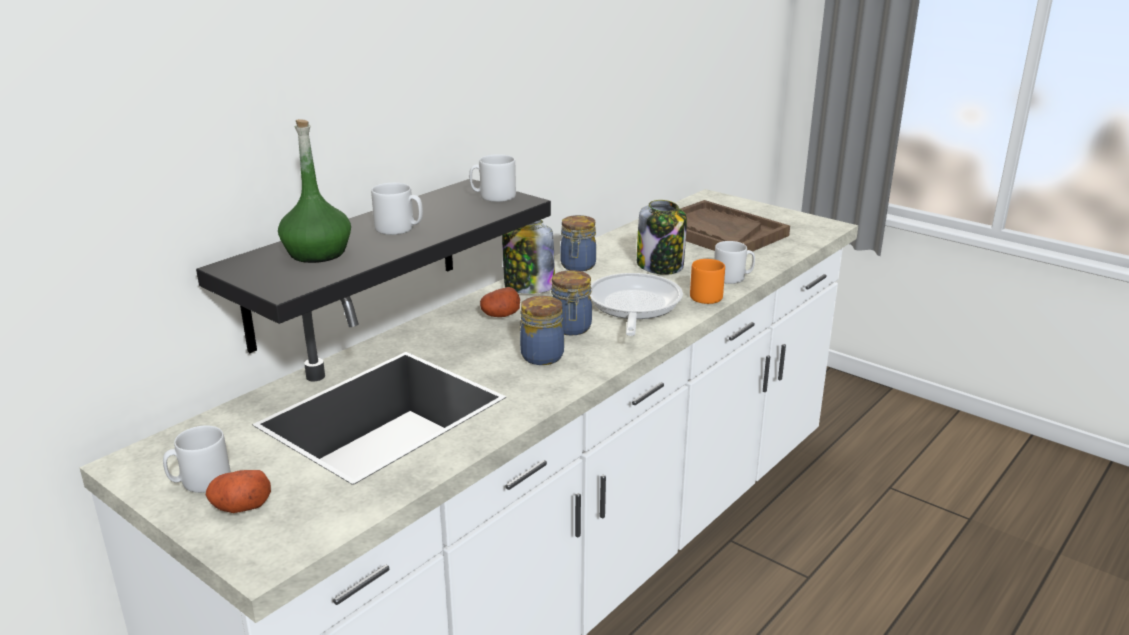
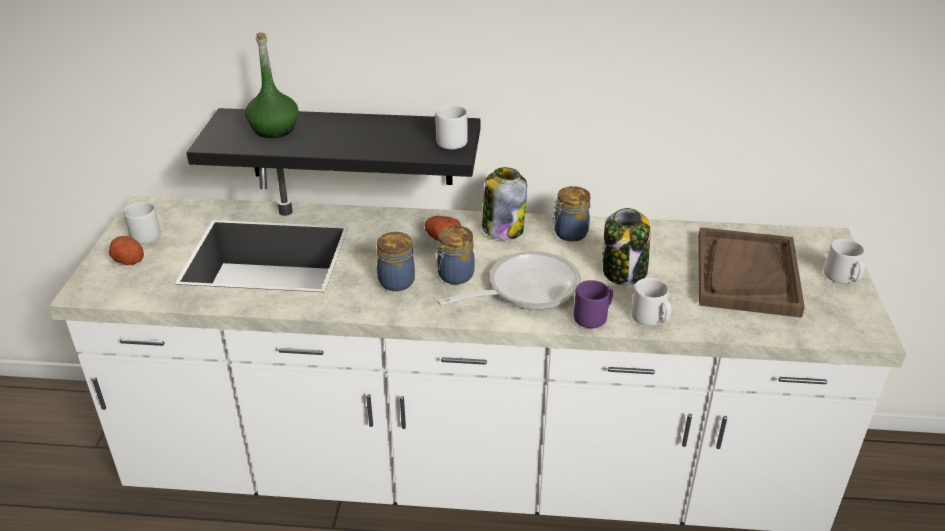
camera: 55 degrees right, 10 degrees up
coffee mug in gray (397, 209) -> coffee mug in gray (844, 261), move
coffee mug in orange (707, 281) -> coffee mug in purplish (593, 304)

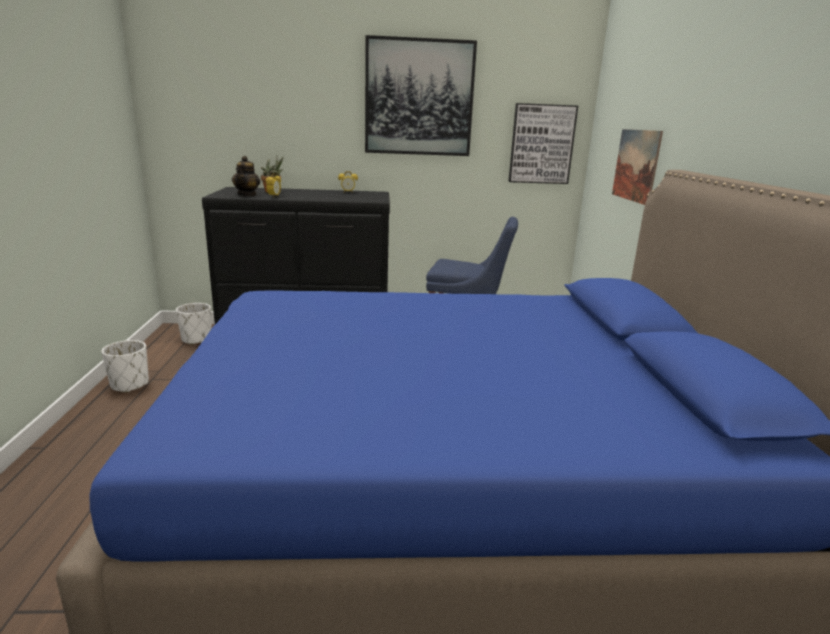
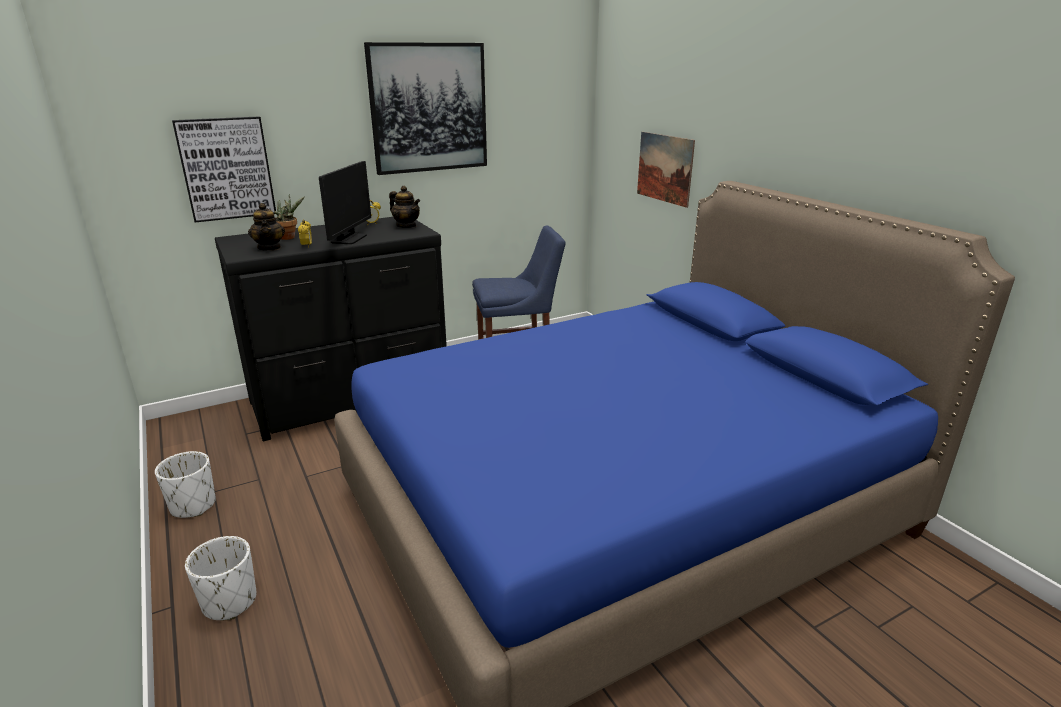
camera: 25 degrees left, 5 degrees up
planter in whitish (194, 324) -> planter in whitish (221, 578), move
picture (543, 143) -> picture (224, 169), move
none -> computer display (345, 202)
none -> pot for tea (404, 207)

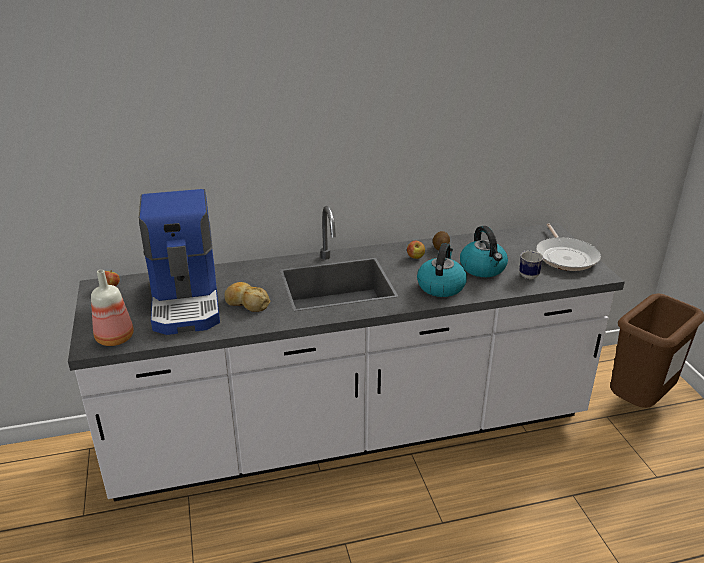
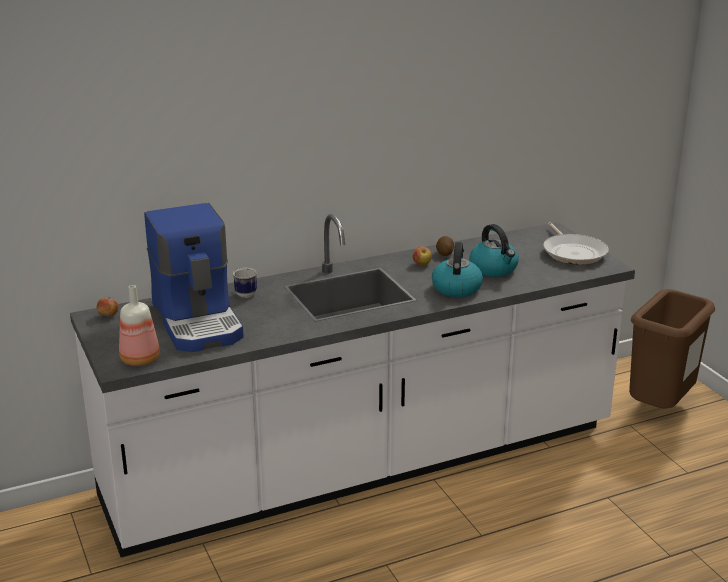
camera: 10 degrees left, 5 degrees down
bread (248, 297) -> none
coffee mug (531, 265) -> coffee mug (245, 283), move

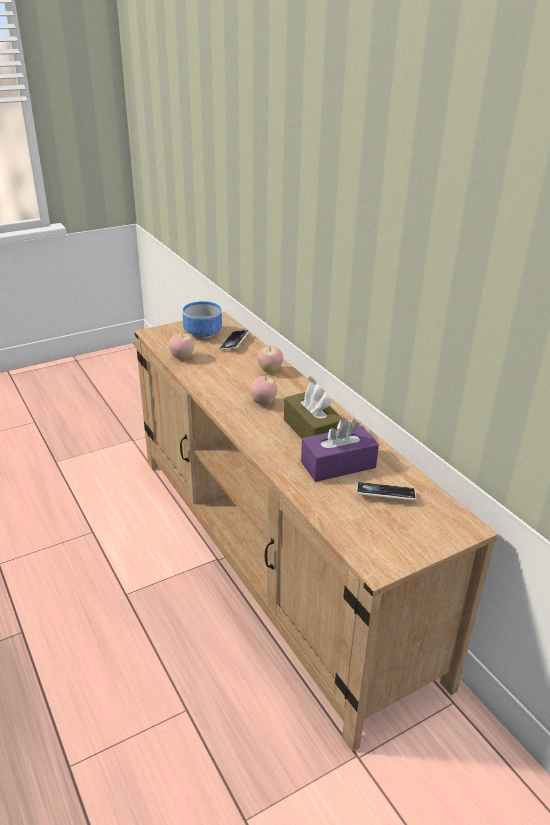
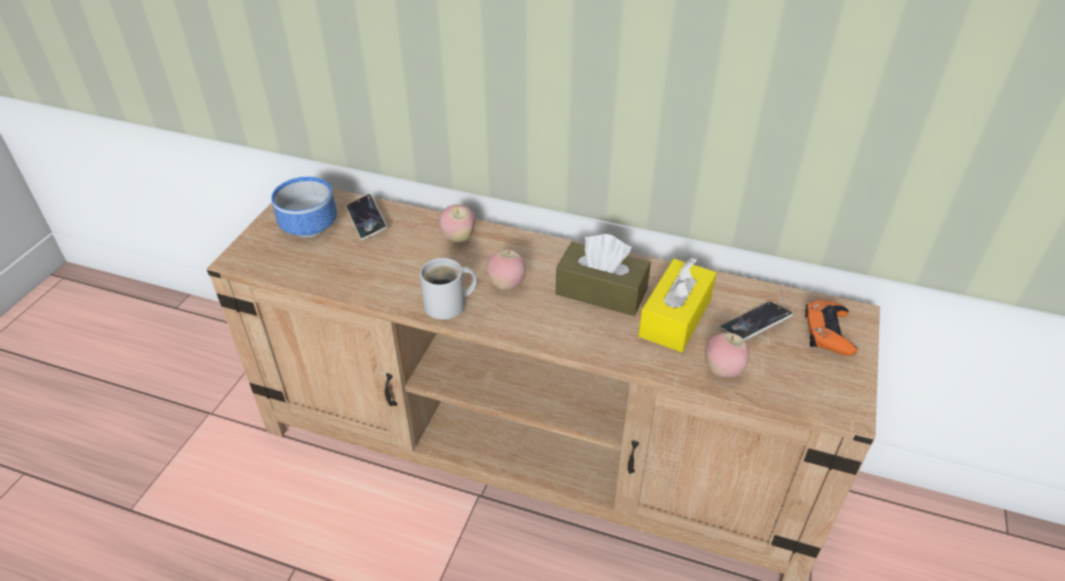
camera: 40 degrees left, 10 degrees up
apple (181, 346) -> apple (727, 355), move
box of tissues in purplish (340, 450) -> box of tissues in yellow (677, 304)
none -> coffee mug in whitish (448, 289)
none -> gamepad in orange (831, 328)

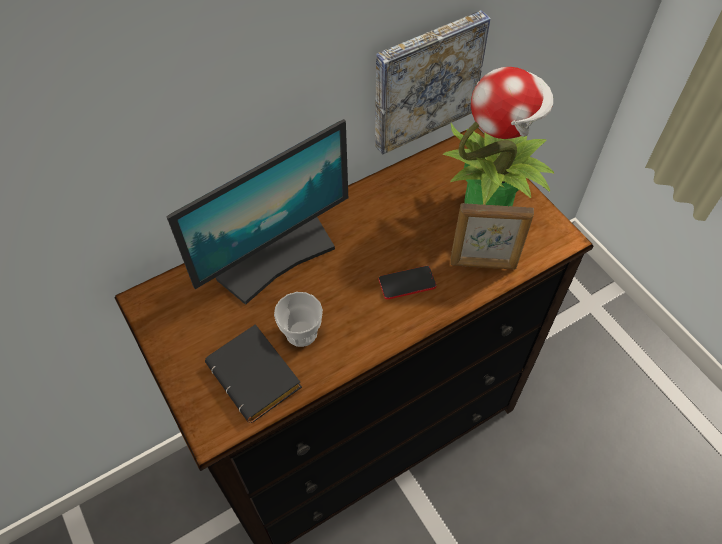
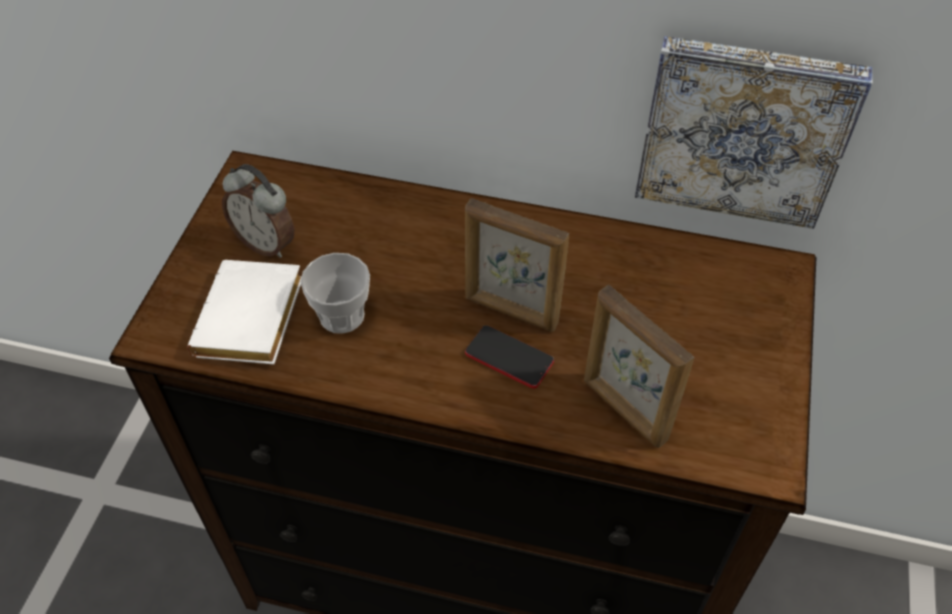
camera: 45 degrees right, 5 degrees down
computer display (257, 212) -> none
volume in black (253, 373) -> volume in whitish (244, 312)
potted plant (498, 136) -> none
none -> bedside clock (258, 211)
none -> photo frame (517, 265)

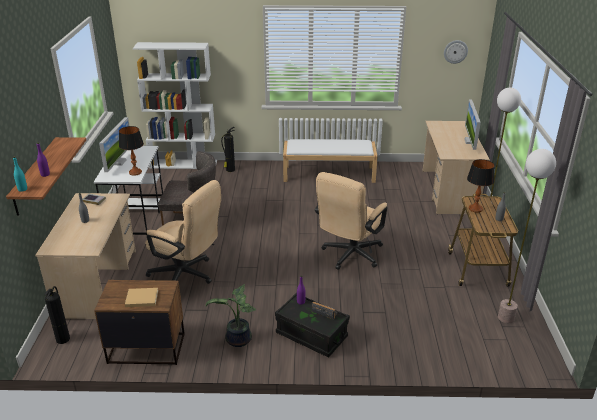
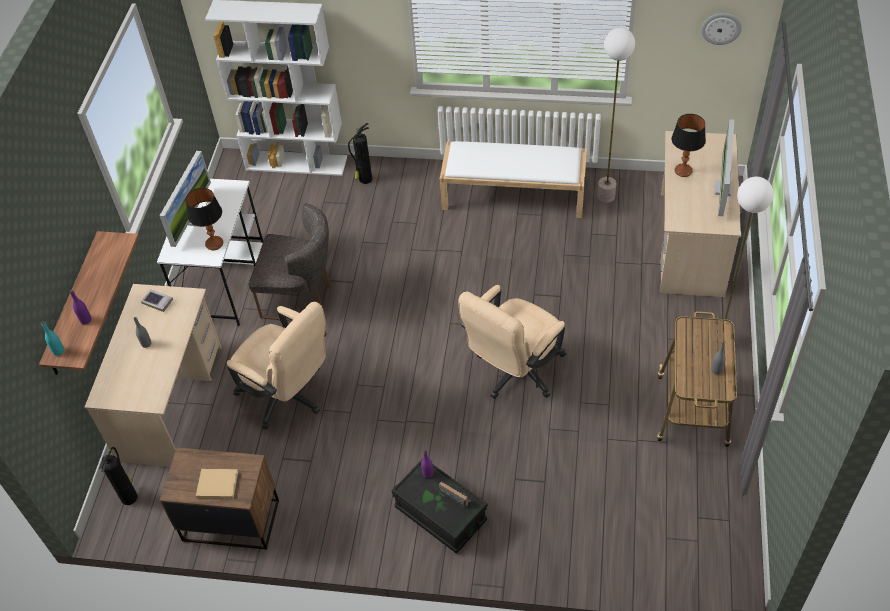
camera: 10 degrees right, 20 degrees up
potted plant (231, 315) -> none
table lamp (480, 185) -> table lamp (689, 145), move
standing lamp (527, 236) -> standing lamp (616, 115), move

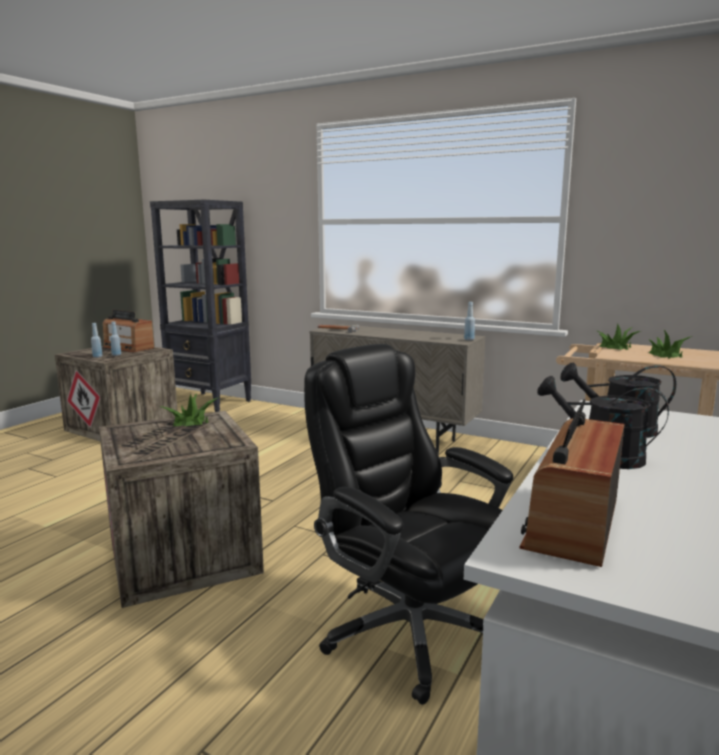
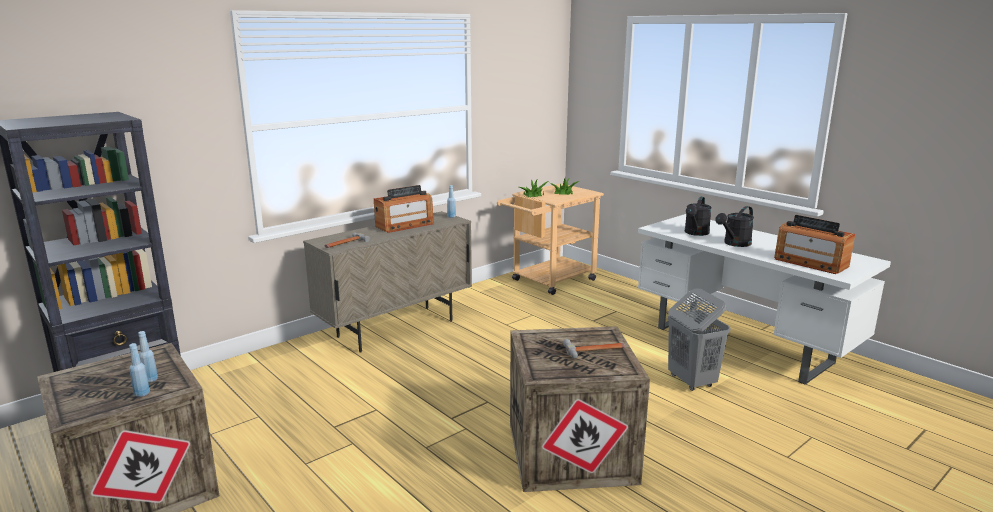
camera: 70 degrees left, 5 degrees up
radio receiver (128, 331) -> radio receiver (404, 209), move
potted plant (190, 409) -> none
computer chair in black (408, 524) -> laundry basket in gray (699, 339)
none -> hammer (594, 349)

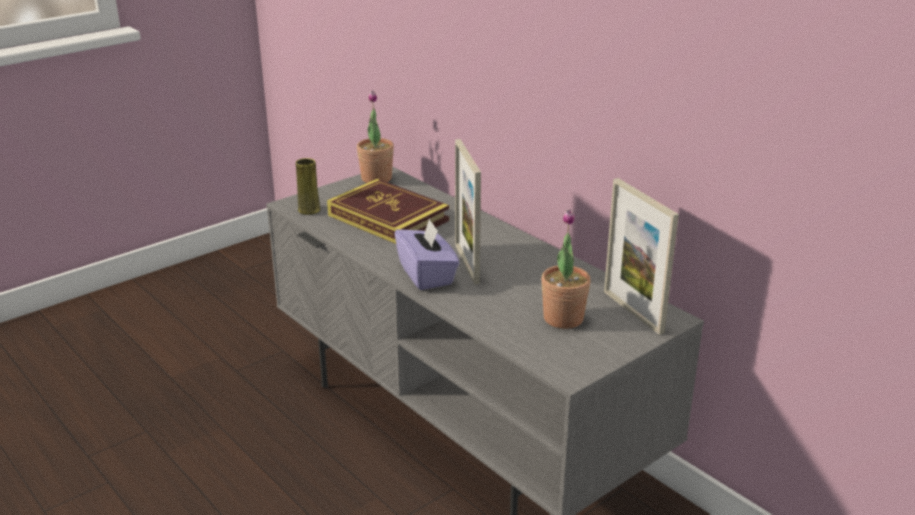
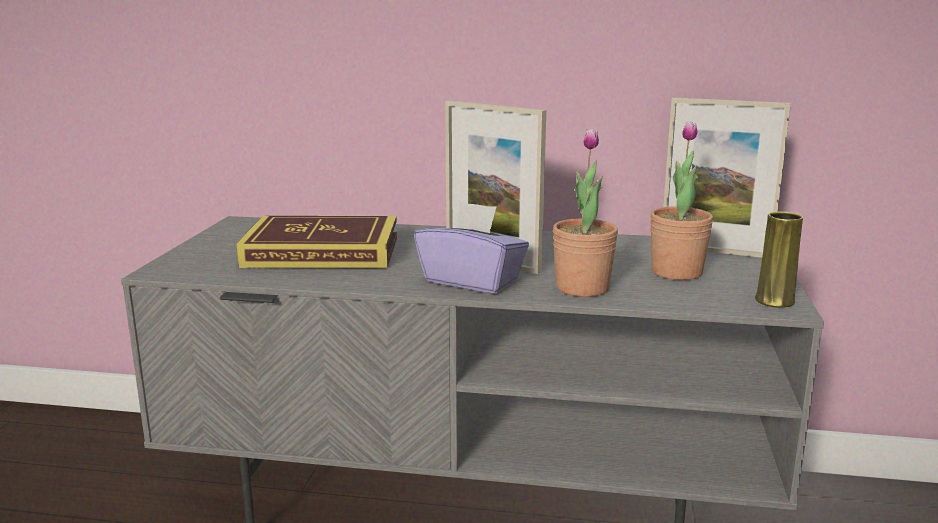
camera: 40 degrees left, 10 degrees down
flower vase in yellow (308, 186) -> flower vase in yellow (779, 259), move
potted plant (375, 137) -> potted plant (585, 213), move

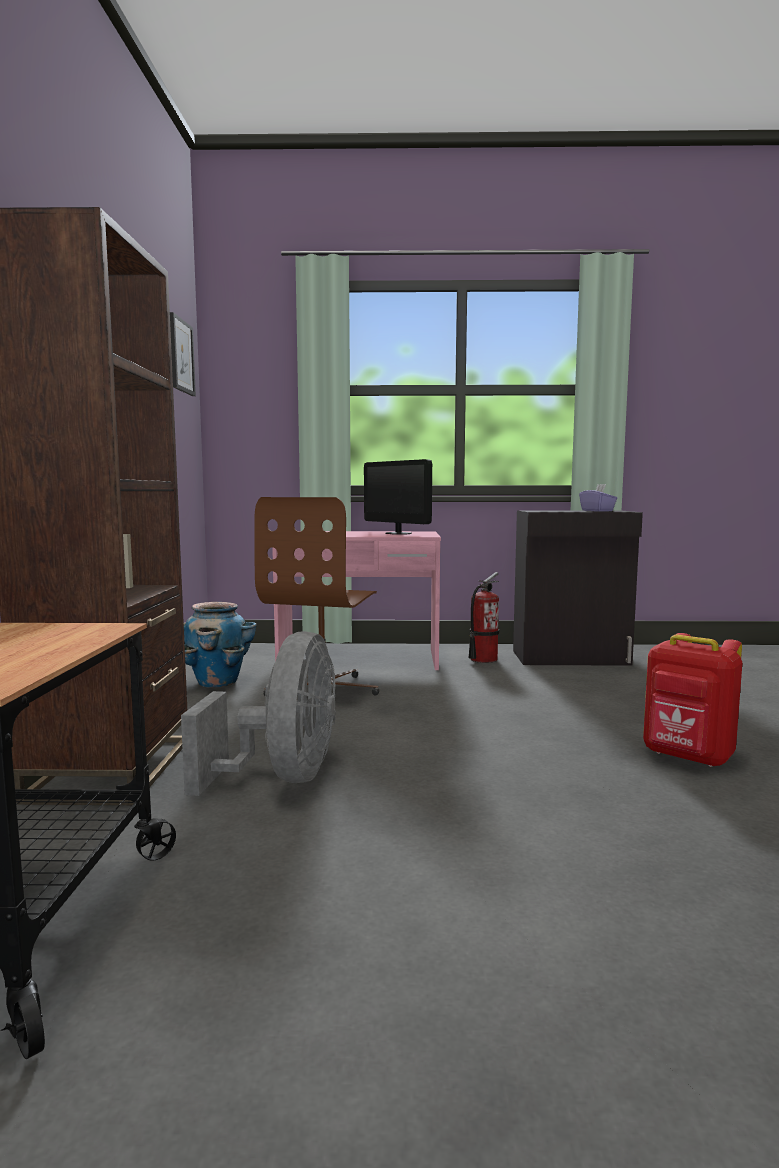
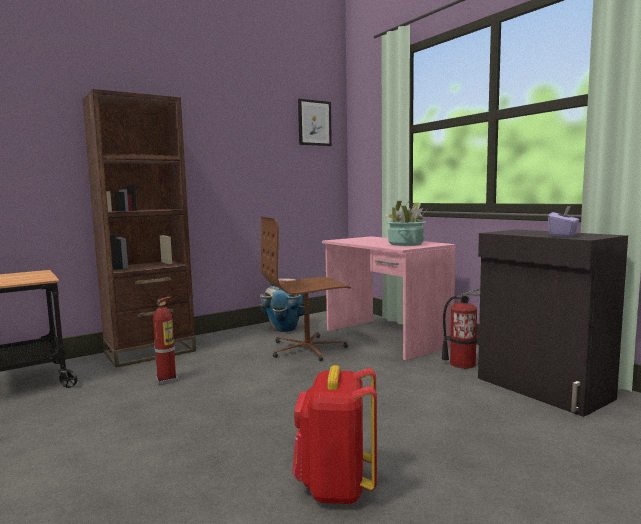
camera: 55 degrees right, 0 degrees up
fan in gray (258, 713) -> extinguisher (165, 341)
computer display (398, 497) -> potted plant (405, 223)

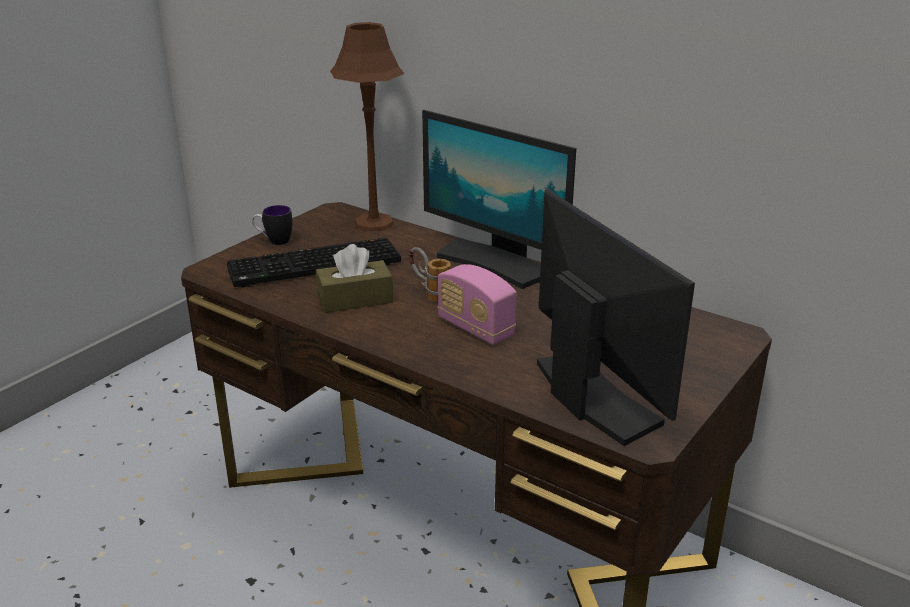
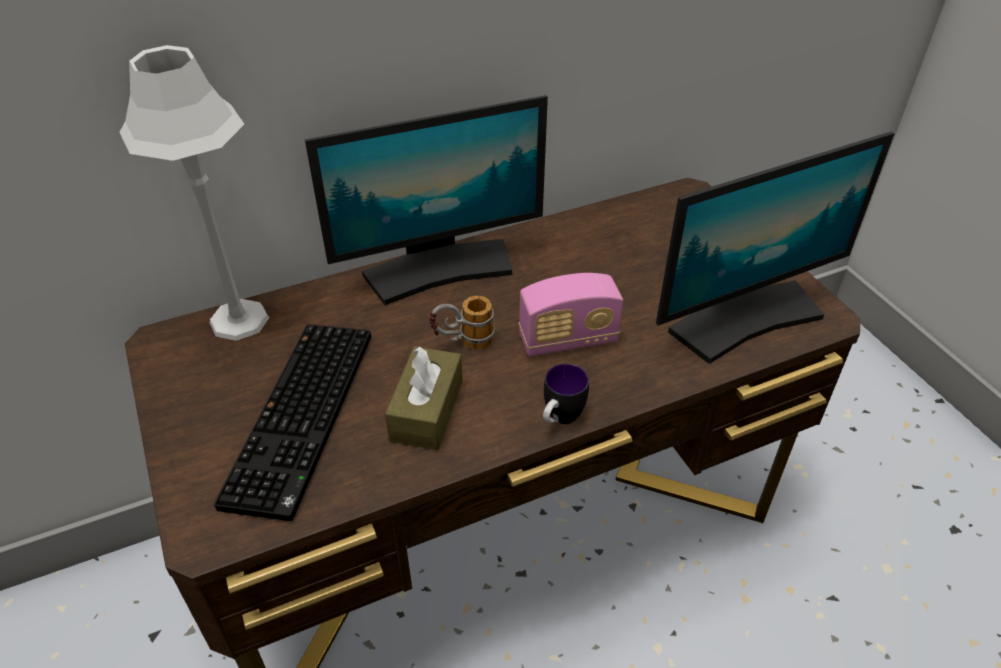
camera: 60 degrees left, 15 degrees up
coffee mug (272, 225) -> coffee mug (566, 394), move
table lamp in brown (367, 126) -> table lamp in gray (194, 193)
computer display (616, 318) -> computer display (775, 247), 150 degrees clockwise

